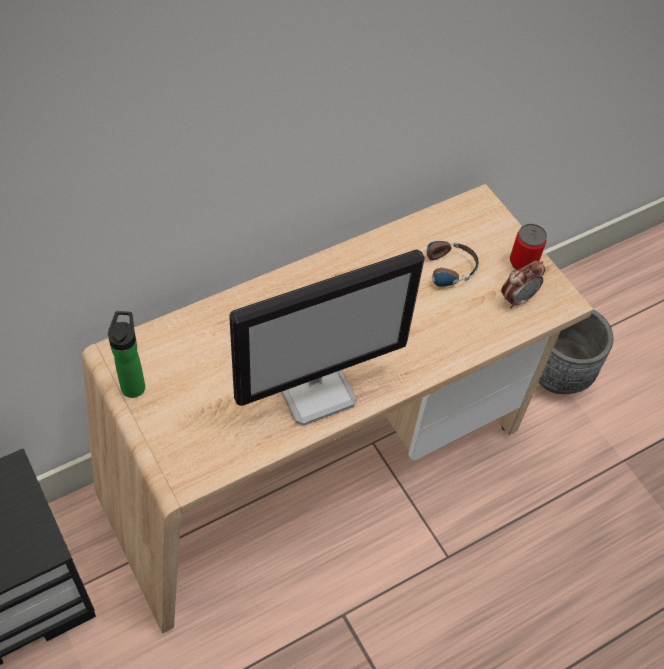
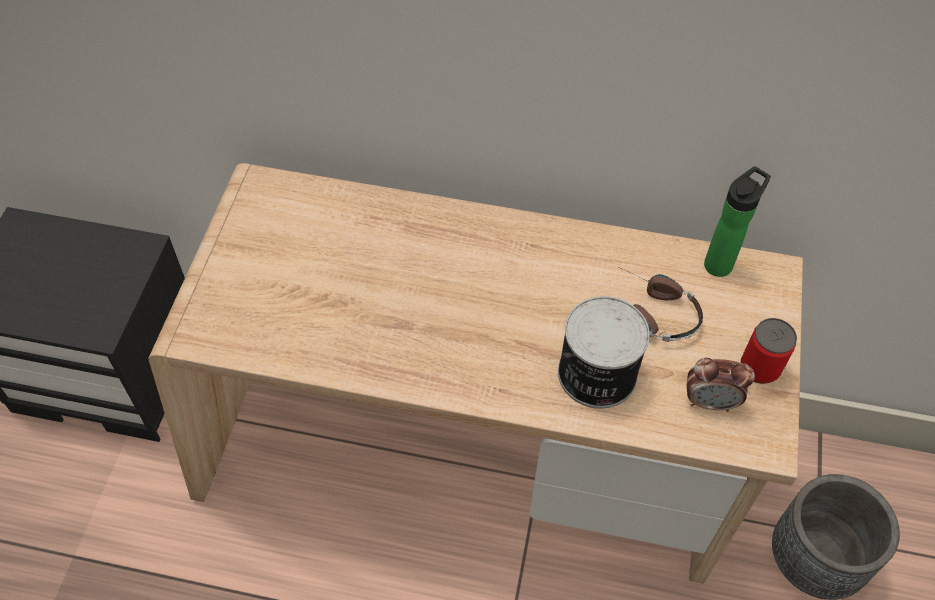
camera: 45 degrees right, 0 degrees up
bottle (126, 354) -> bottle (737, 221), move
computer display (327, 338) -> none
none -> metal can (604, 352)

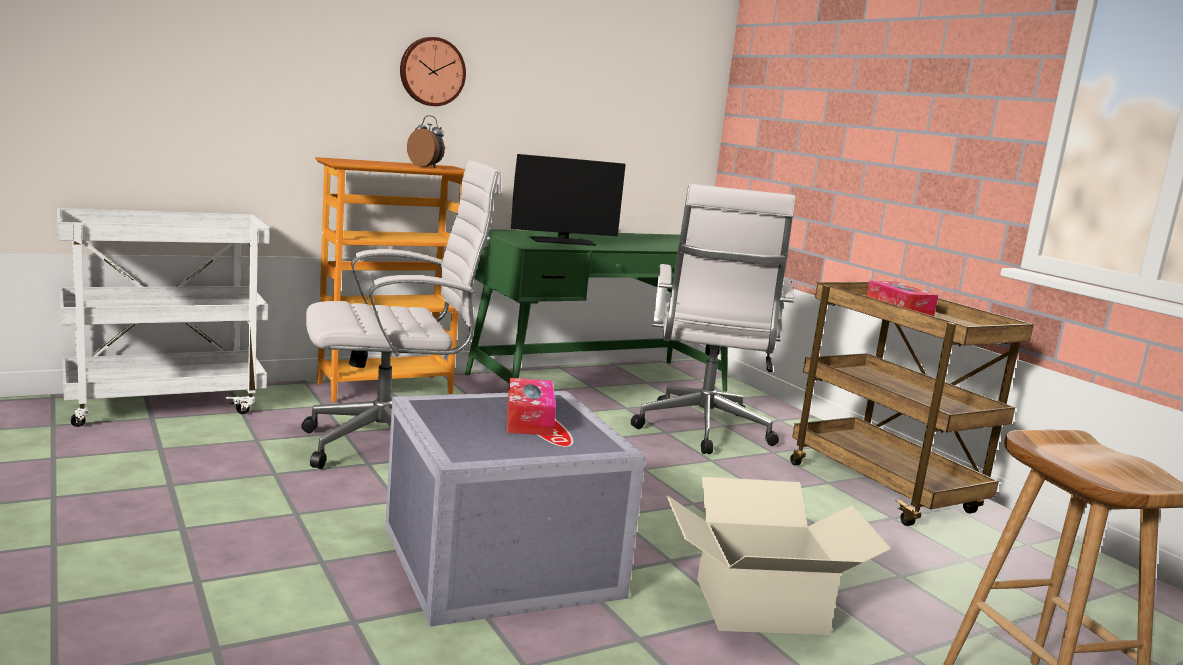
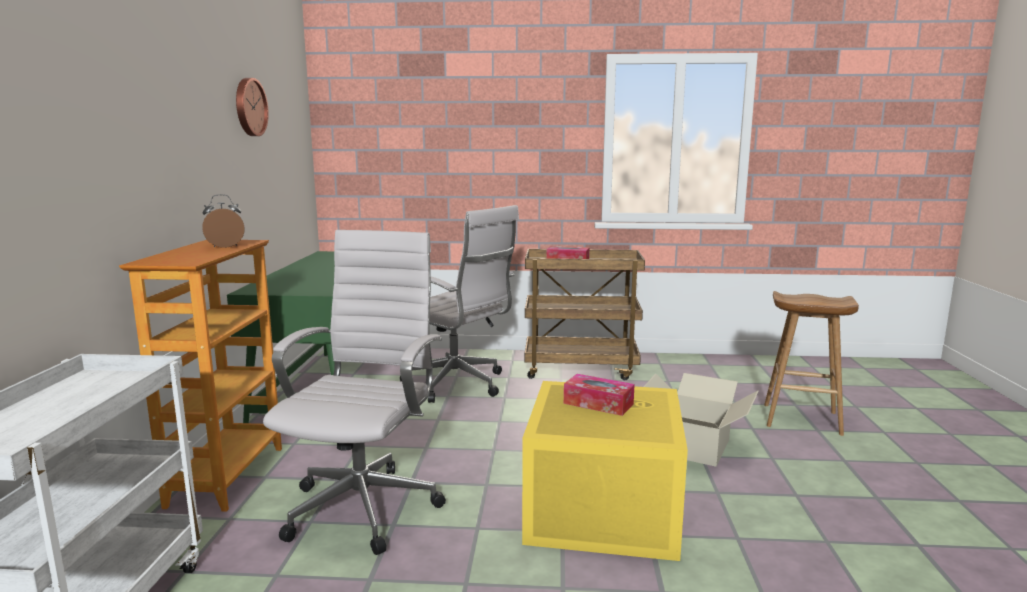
camera: 55 degrees left, 0 degrees up
storage bin in gray (515, 508) -> storage bin in yellow (605, 471)
clock on the wall (433, 71) -> clock on the wall (252, 107), move
computer display (568, 200) -> none

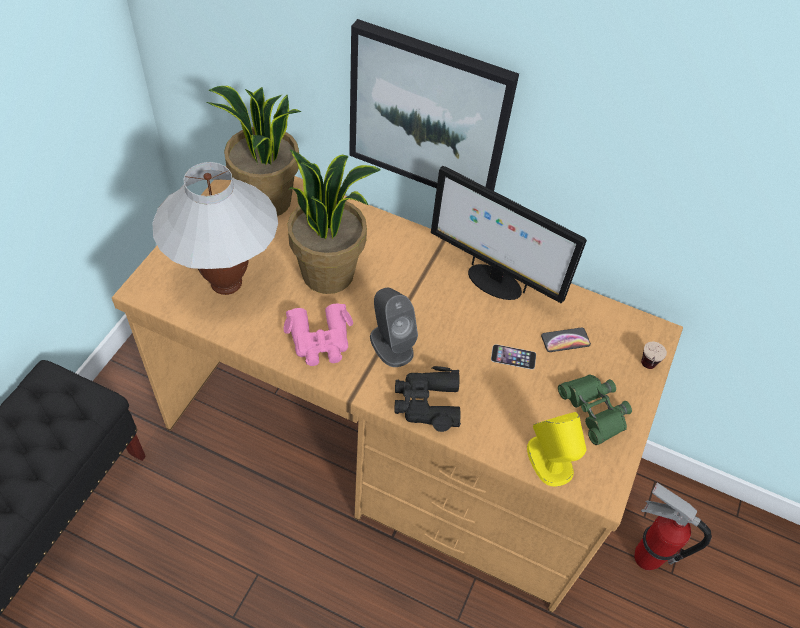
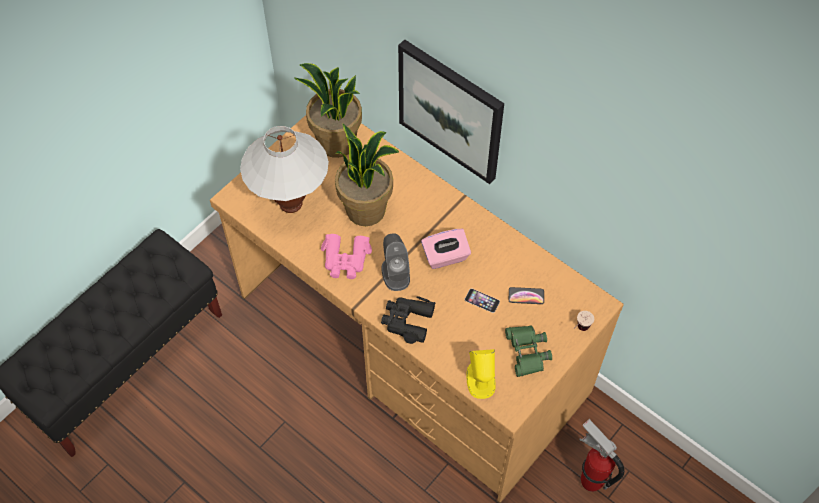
camera: 20 degrees right, 5 degrees up
computer display (509, 234) -> none
none -> box of tissues in pink-coloured (446, 249)

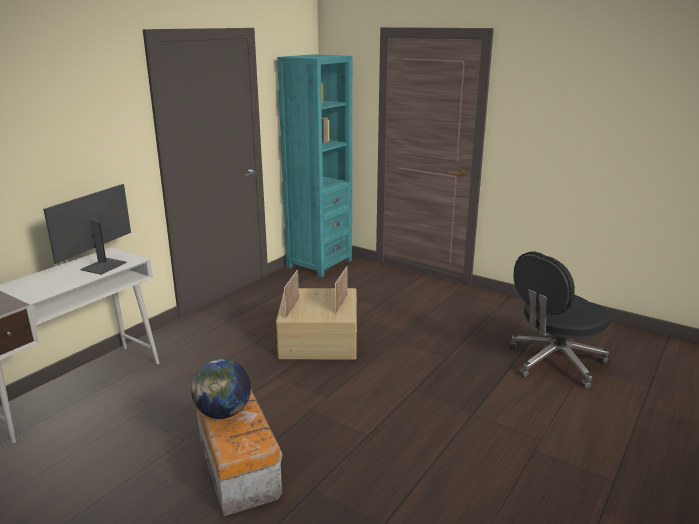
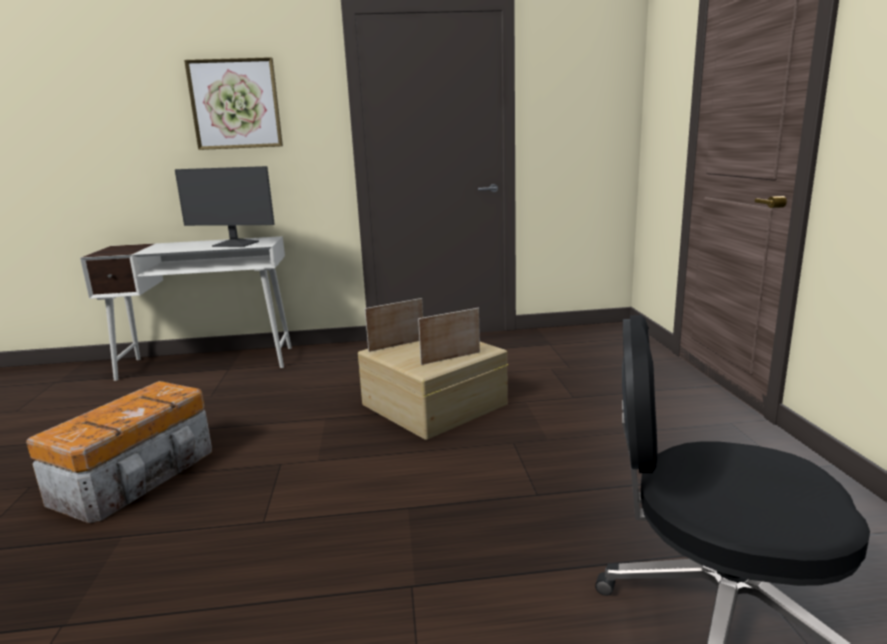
camera: 50 degrees right, 5 degrees down
computer display (87, 229) -> computer display (225, 206), 150 degrees counterclockwise
world globe (221, 389) -> none
shelving unit in blue-green (314, 165) -> none
none -> picture (233, 103)

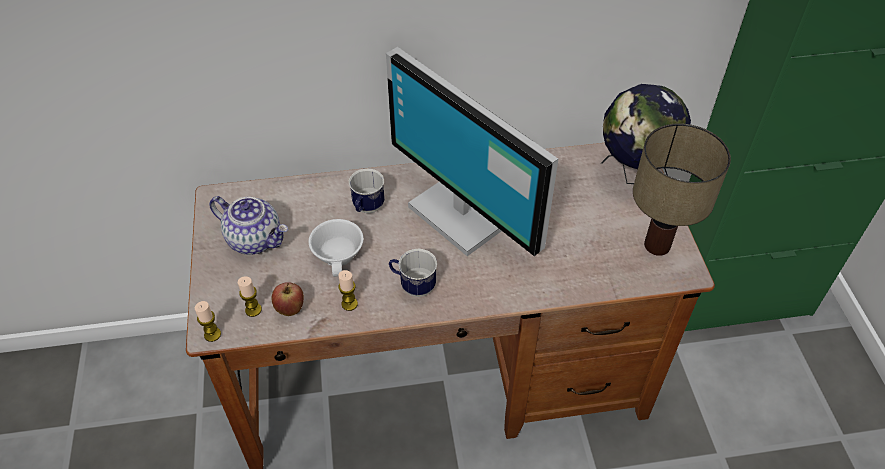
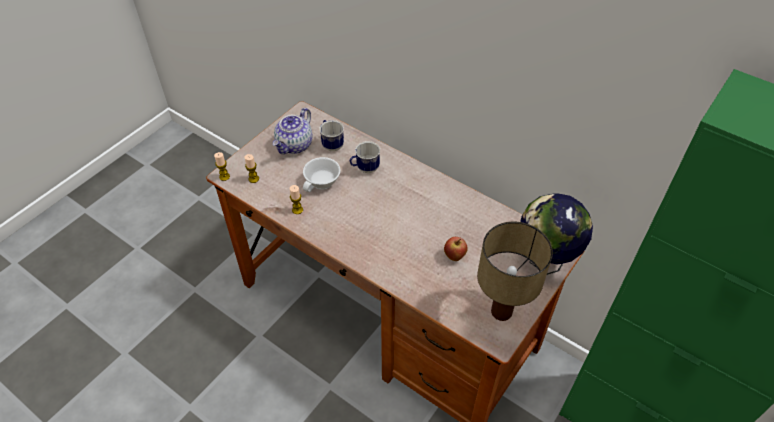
camera: 45 degrees right, 0 degrees up
pot for tea (248, 225) -> pot for tea (292, 131), 45 degrees clockwise
apple (288, 299) -> apple (456, 249), move
computer display (472, 151) -> none
coffee mug (413, 273) -> coffee mug (331, 135), move

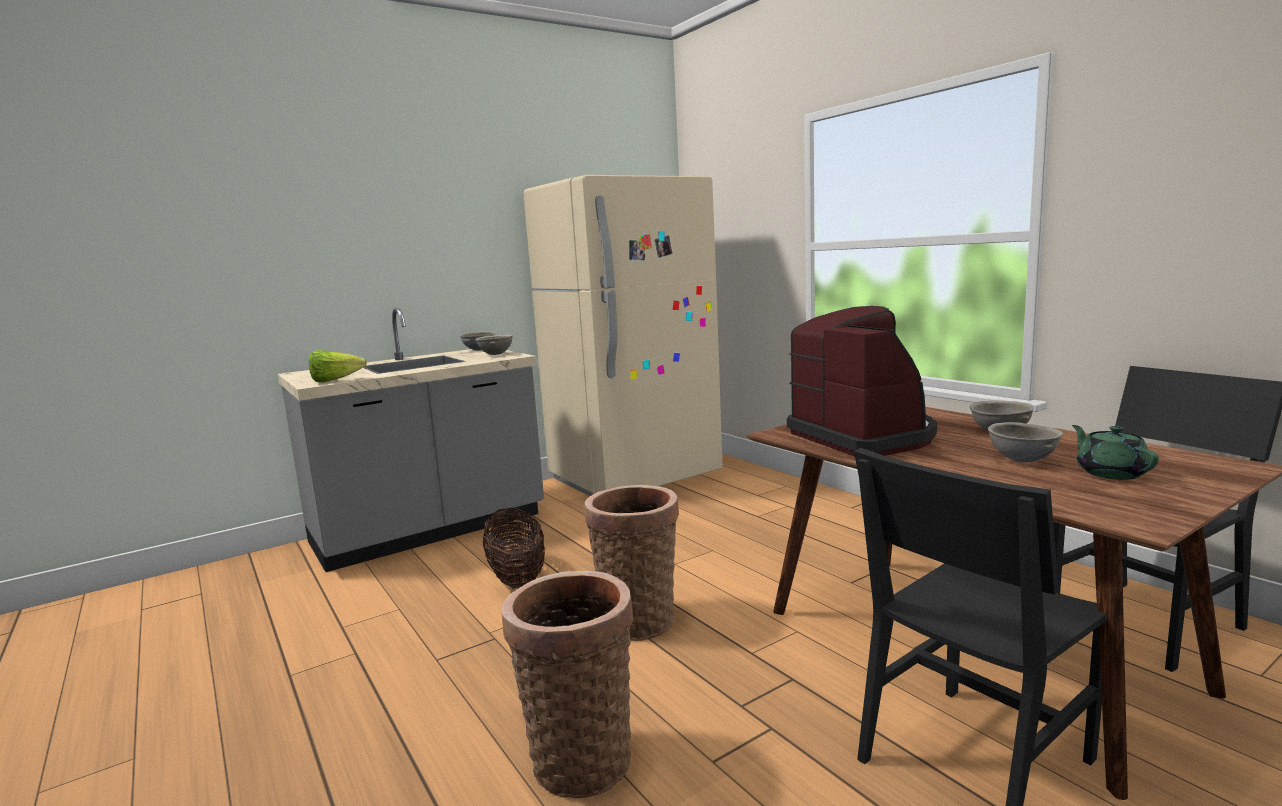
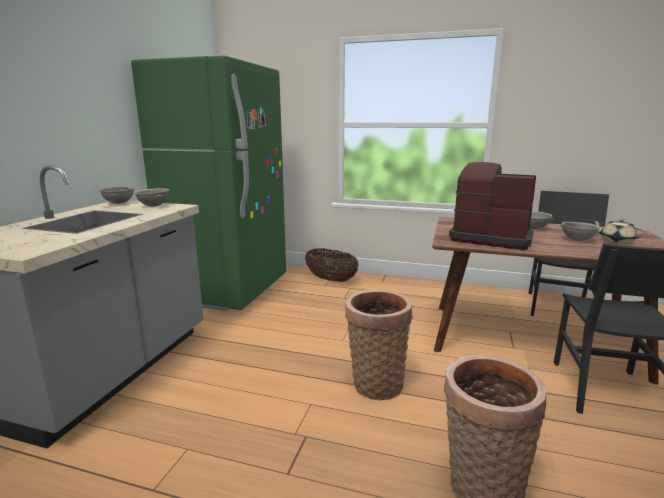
camera: 40 degrees left, 5 degrees up
lettuce head (338, 366) -> none
storage basket (514, 548) -> storage basket (332, 265), move
kitchen fridge in beige-coloured (623, 335) -> kitchen fridge in green-coloured (208, 183)
pot for tea in green-coloured (1115, 452) -> pot for tea in beige-coloured (619, 231)

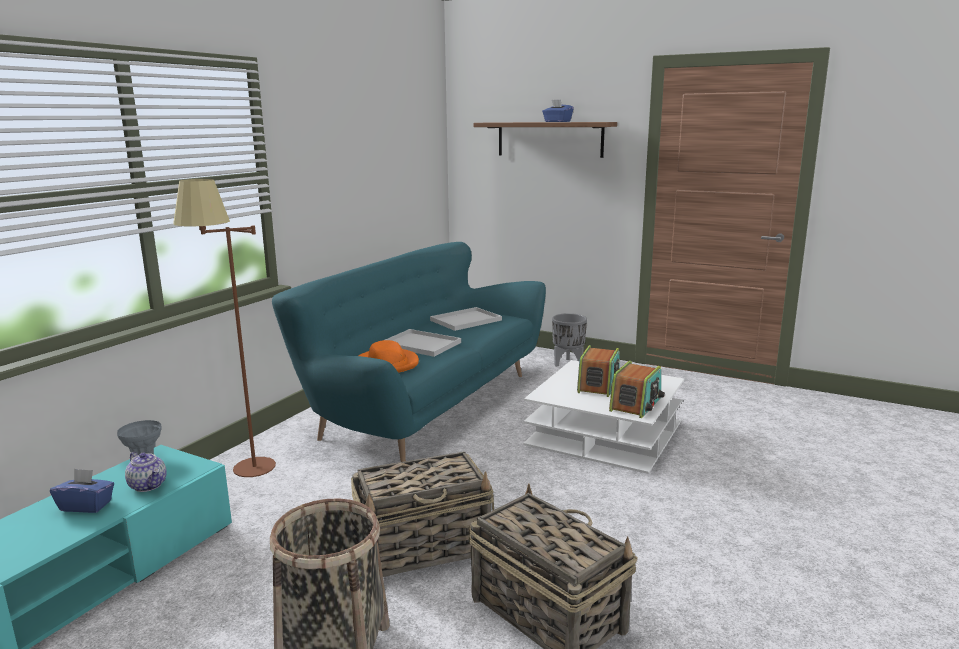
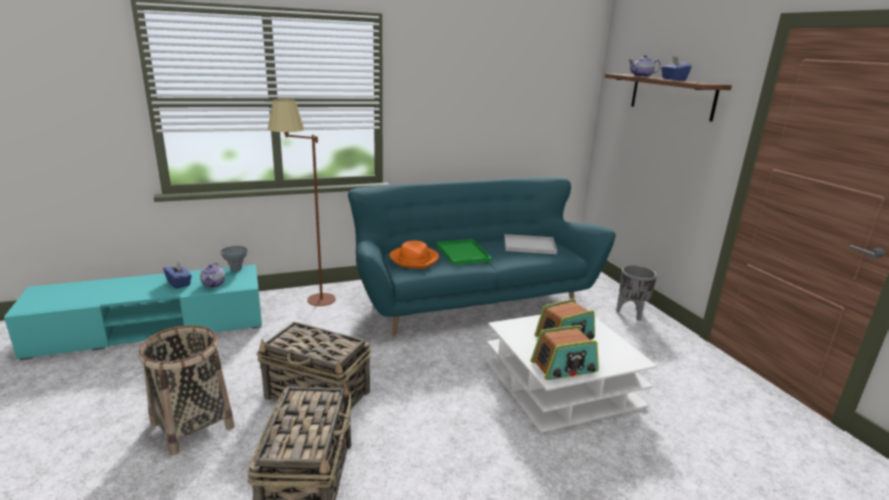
camera: 40 degrees right, 5 degrees up
carrying tray in whitish (423, 343) -> carrying tray in green-coloured (464, 252)
none -> pot for tea (645, 66)

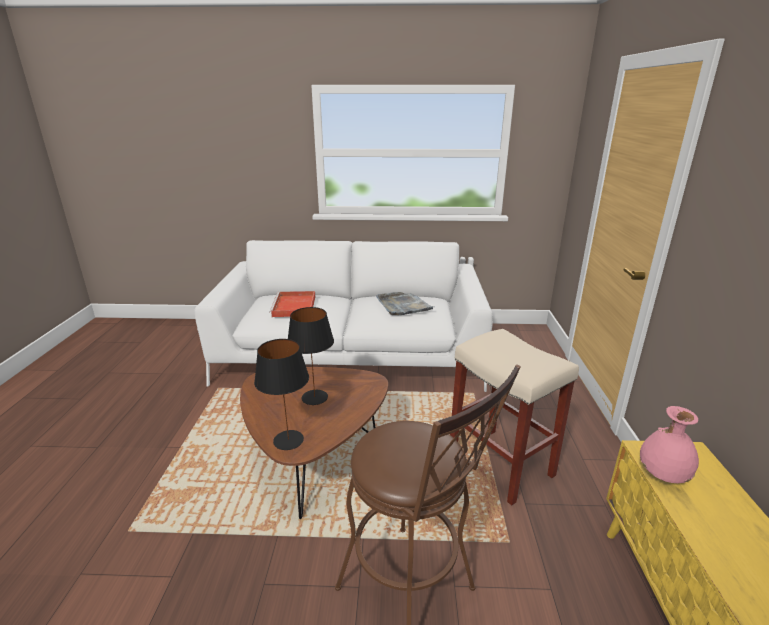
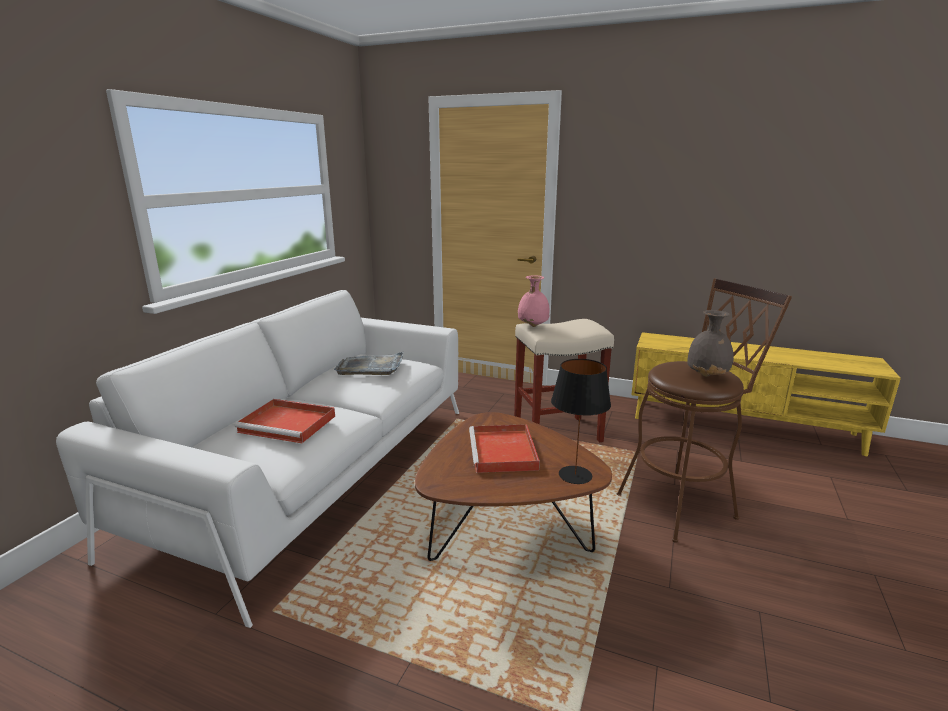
camera: 70 degrees left, 5 degrees down
table lamp in black (311, 356) -> carrying tray in red (504, 448)
flower vase in pink-coloured (669, 444) -> flower vase in pink-coloured (534, 301), move
none -> flower vase in gray (710, 343)

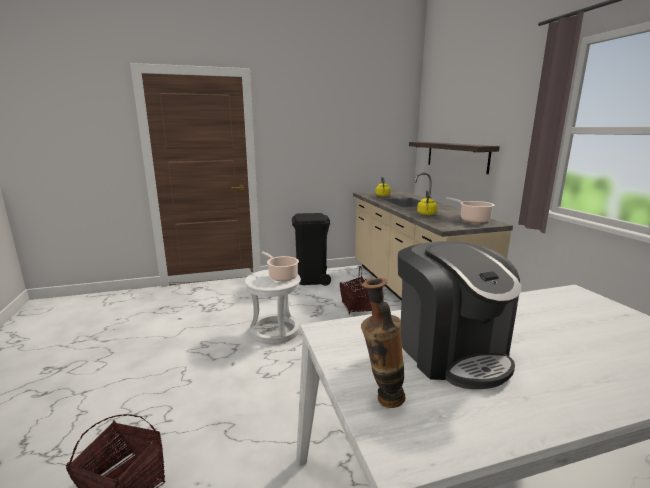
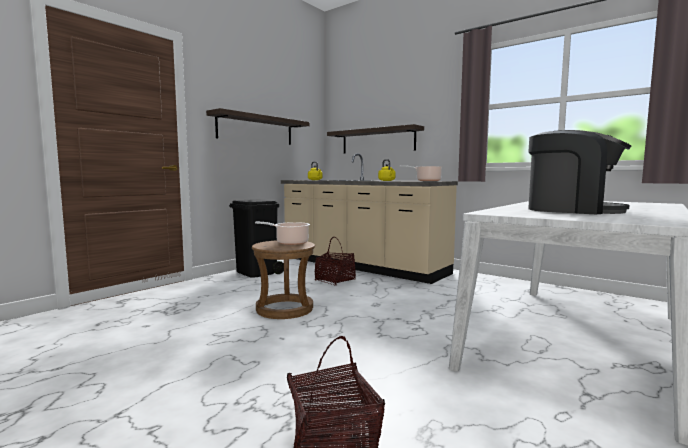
camera: 35 degrees left, 10 degrees down
stool in whitish (273, 307) -> stool in brown (283, 279)
flower vase (383, 343) -> none
none -> shelf (257, 126)

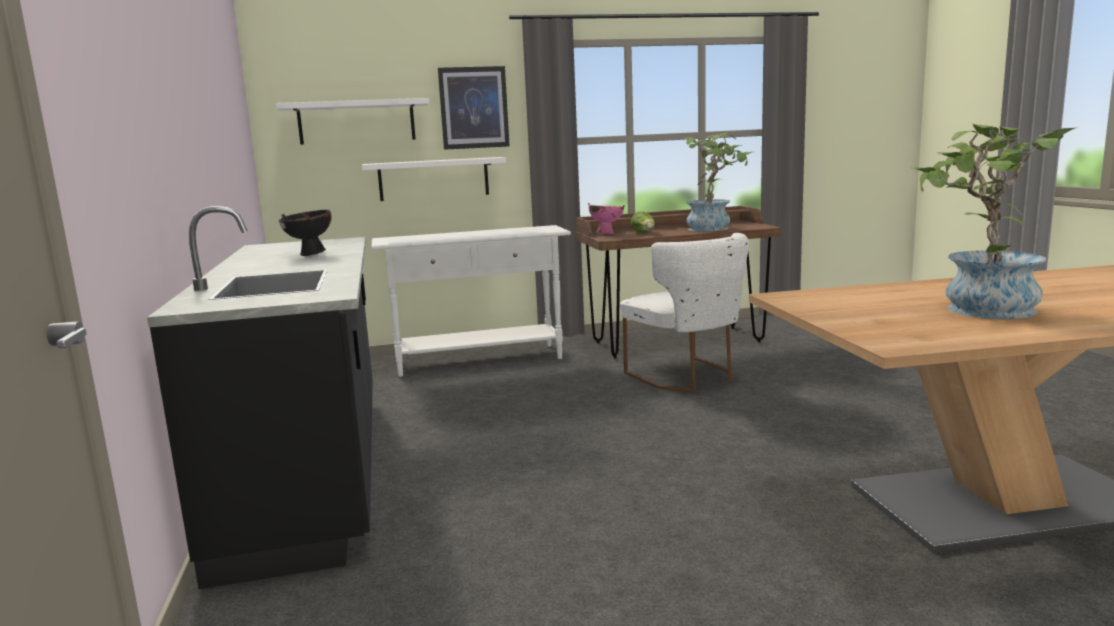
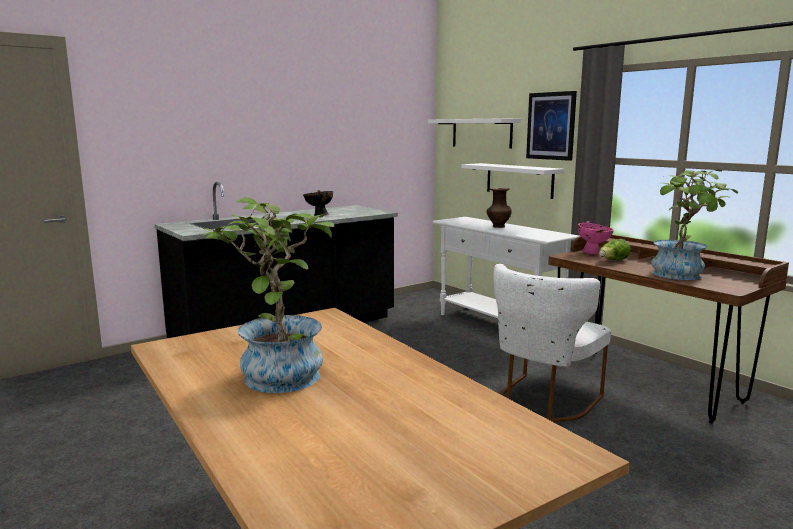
camera: 65 degrees right, 0 degrees up
none -> flower vase in brown (499, 208)

